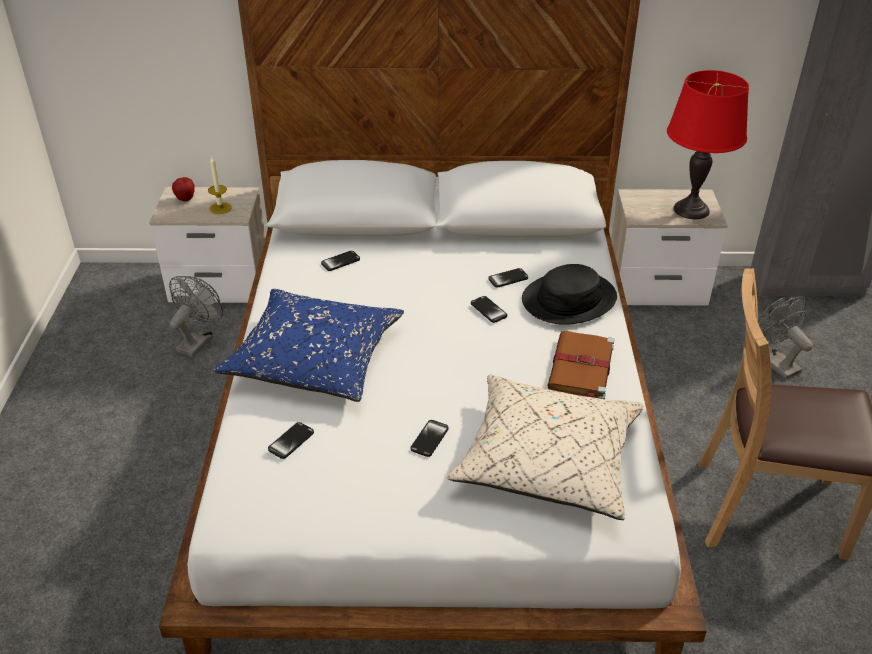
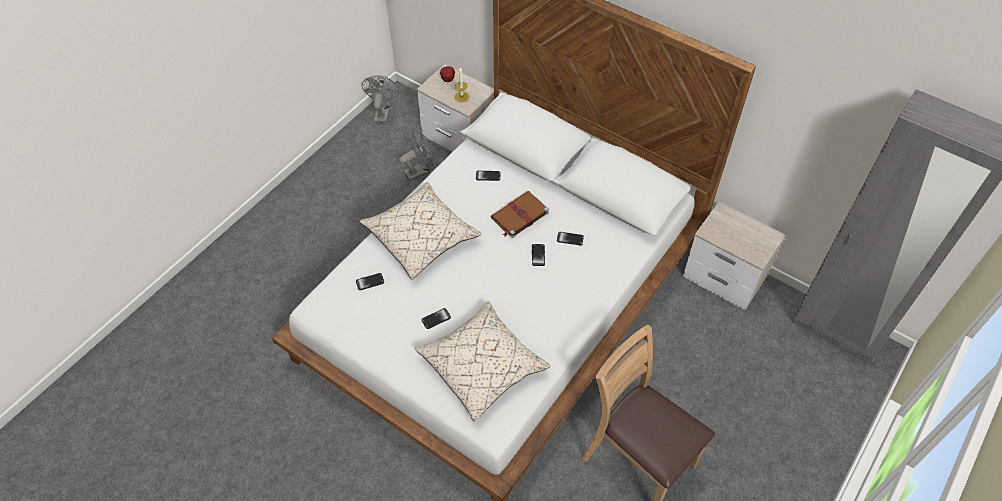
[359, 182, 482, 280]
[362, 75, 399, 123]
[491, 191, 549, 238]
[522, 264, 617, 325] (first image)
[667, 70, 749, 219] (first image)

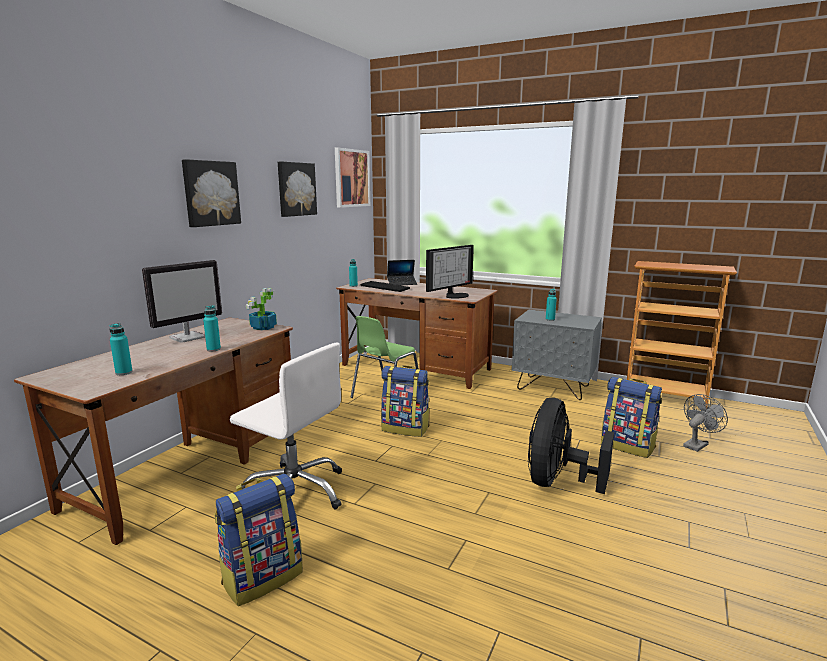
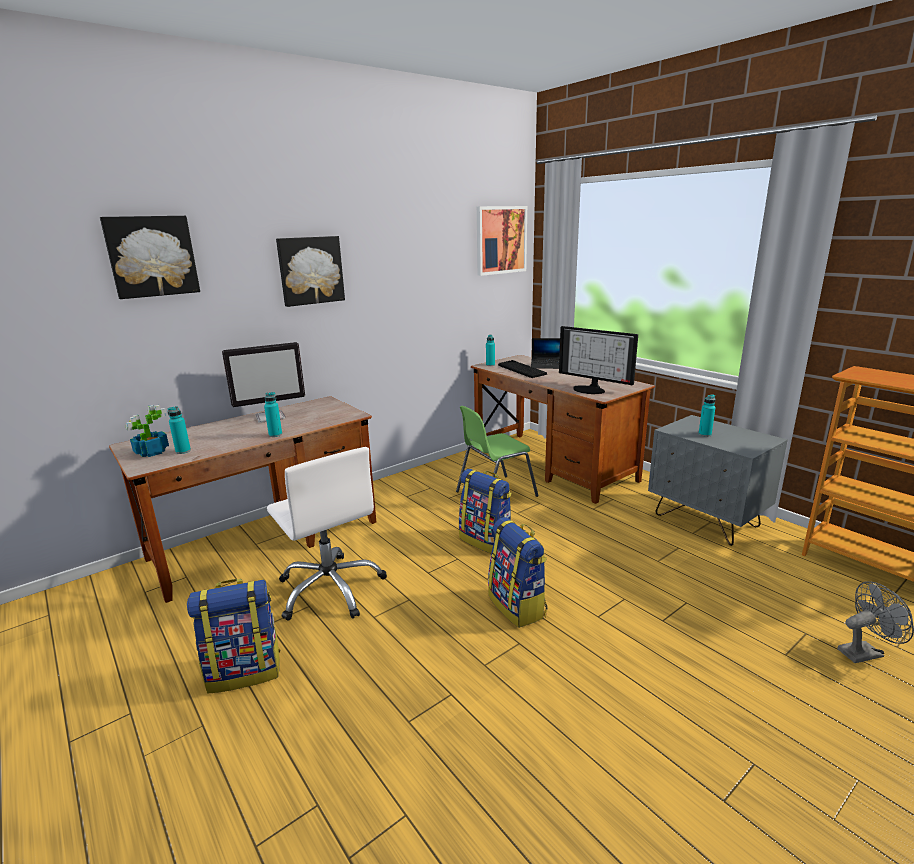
[100, 216, 200, 299]
[126, 405, 169, 457]
[488, 517, 548, 628]
[559, 326, 638, 394]
[528, 398, 614, 494] (first image)

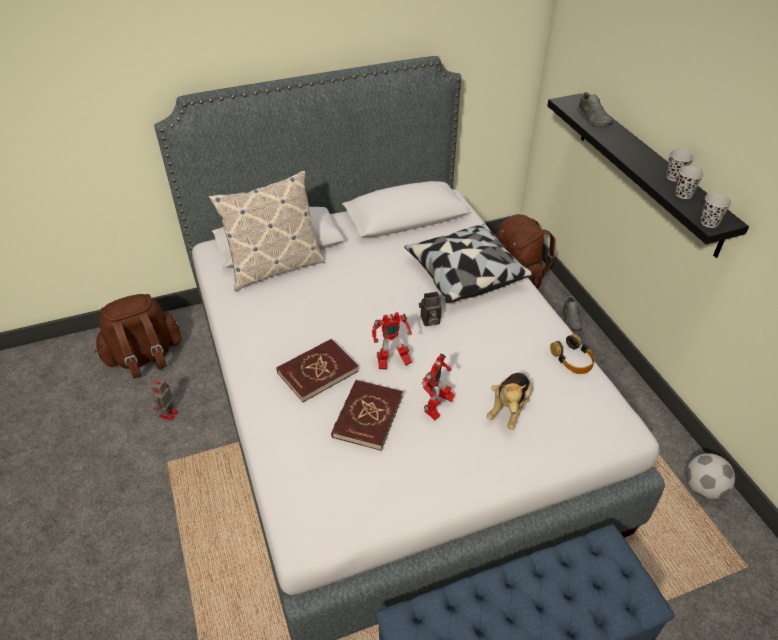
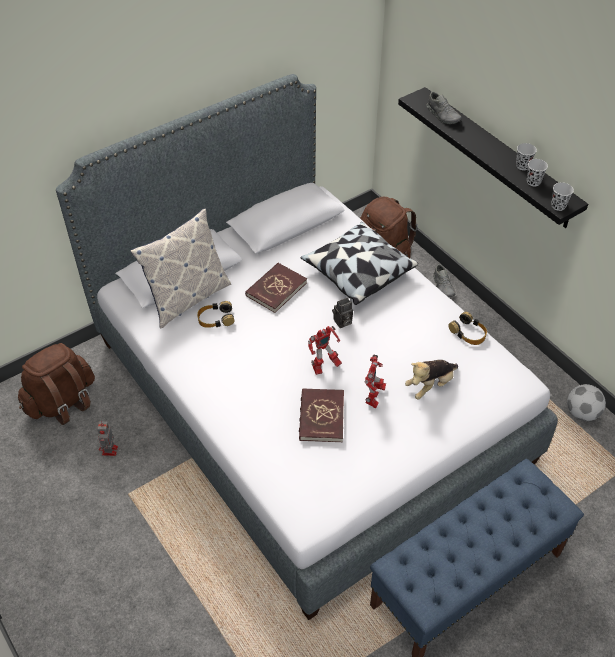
[197, 301, 234, 328]
[245, 263, 307, 313]
[405, 360, 458, 400]

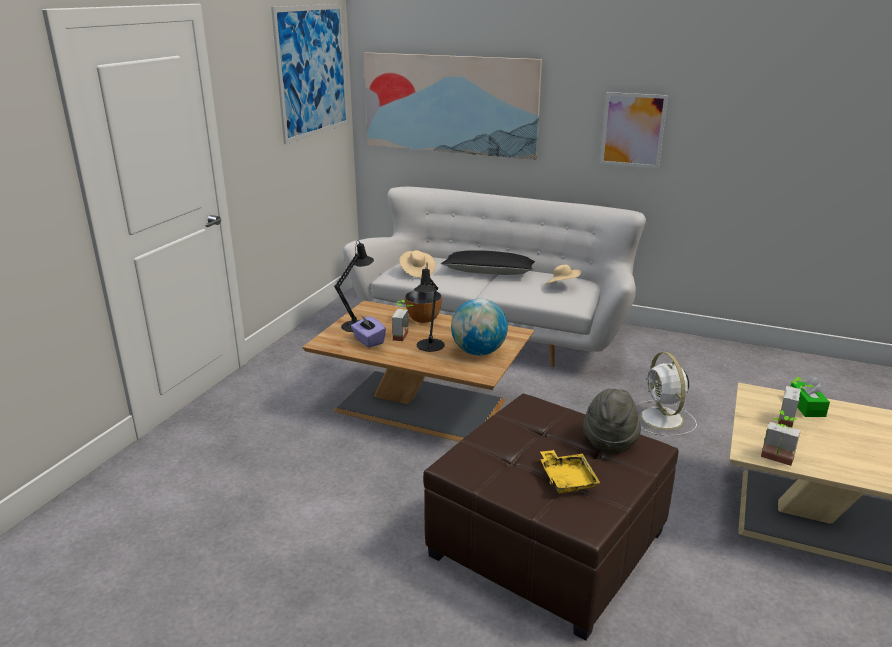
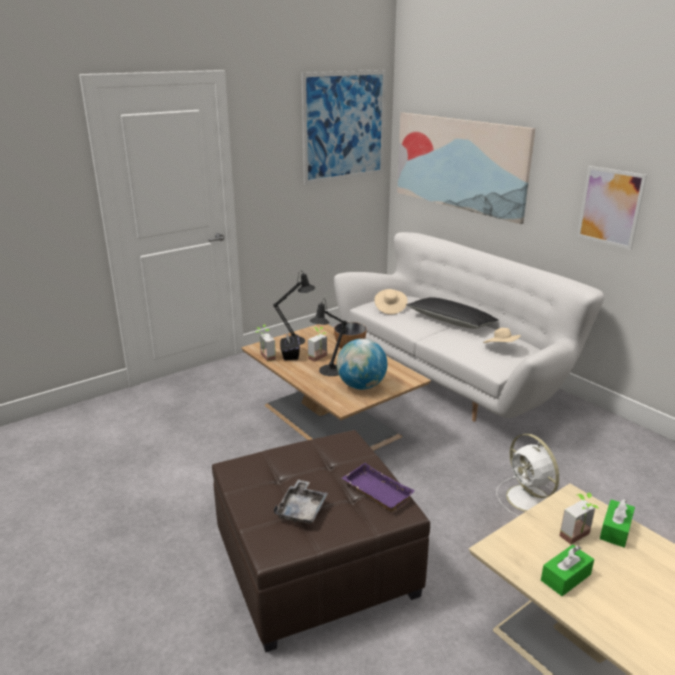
[256, 324, 276, 362]
[274, 479, 328, 524]
[280, 333, 300, 360]
[342, 463, 415, 511]
[496, 434, 559, 516]
[541, 545, 594, 596]

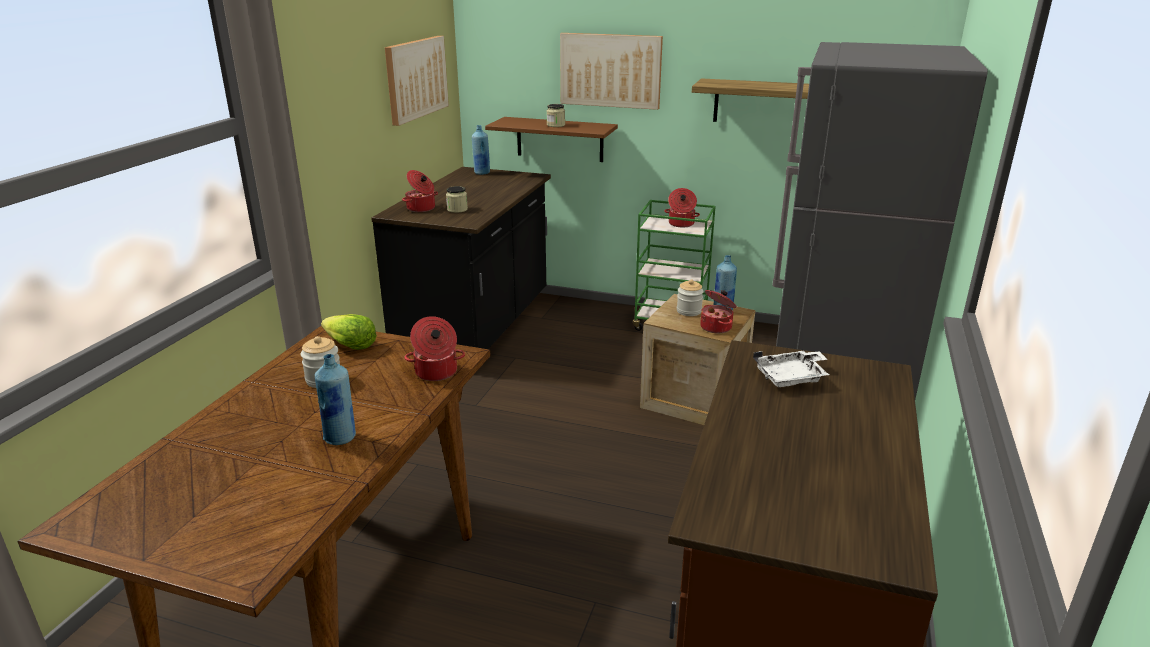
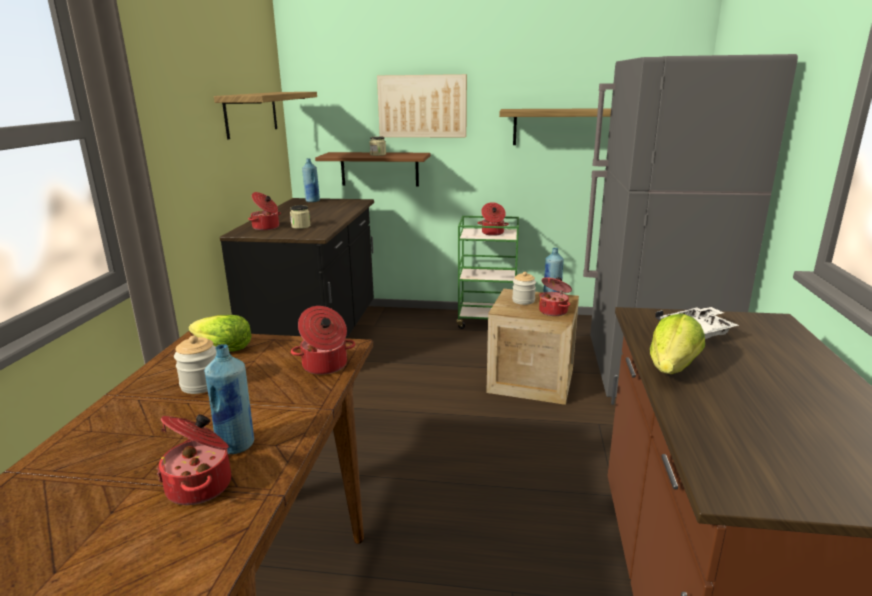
[156, 414, 231, 505]
[214, 92, 317, 140]
[650, 313, 705, 374]

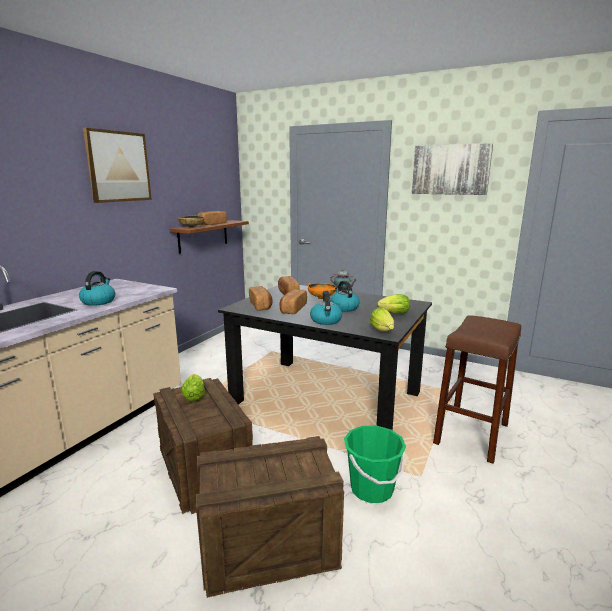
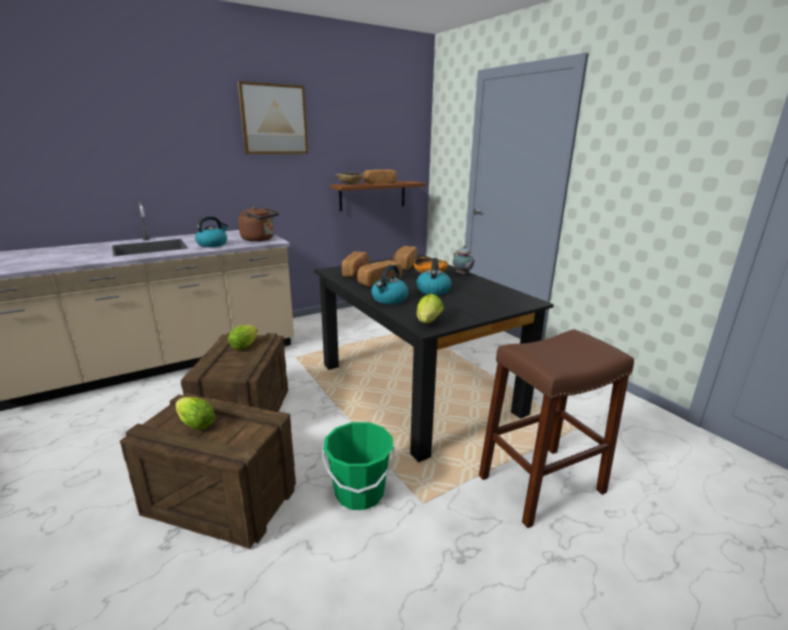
[175, 397, 216, 430]
[238, 207, 279, 242]
[412, 143, 493, 195] (first image)

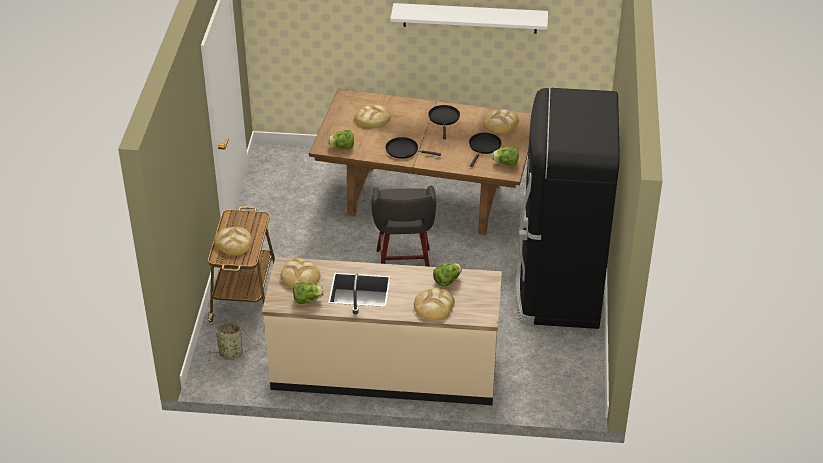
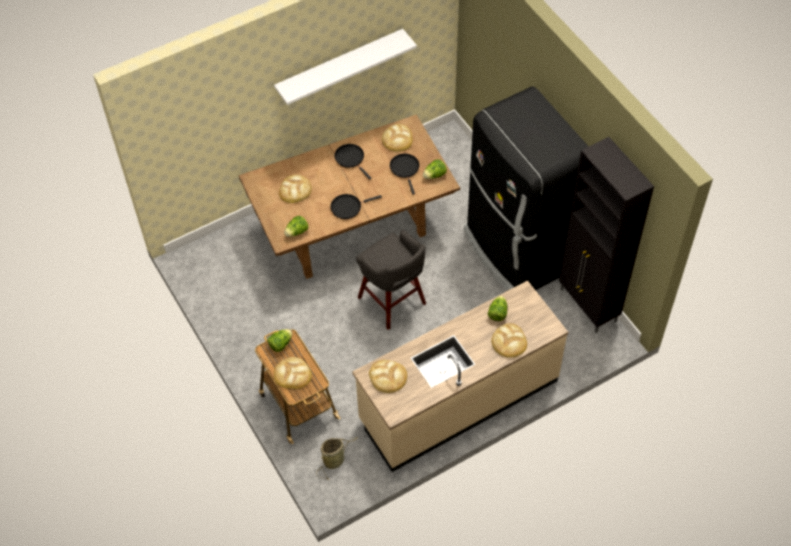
[267, 329, 293, 352]
[559, 137, 654, 333]

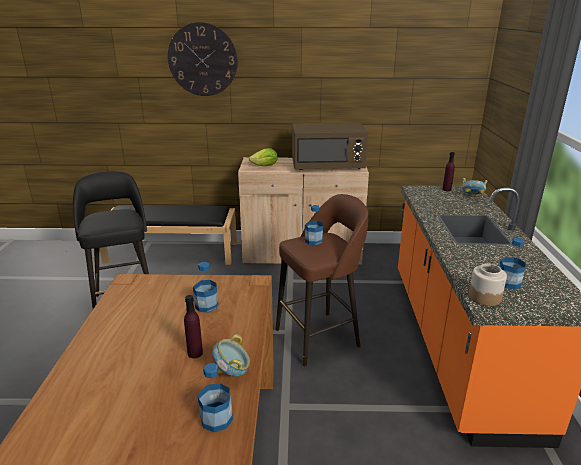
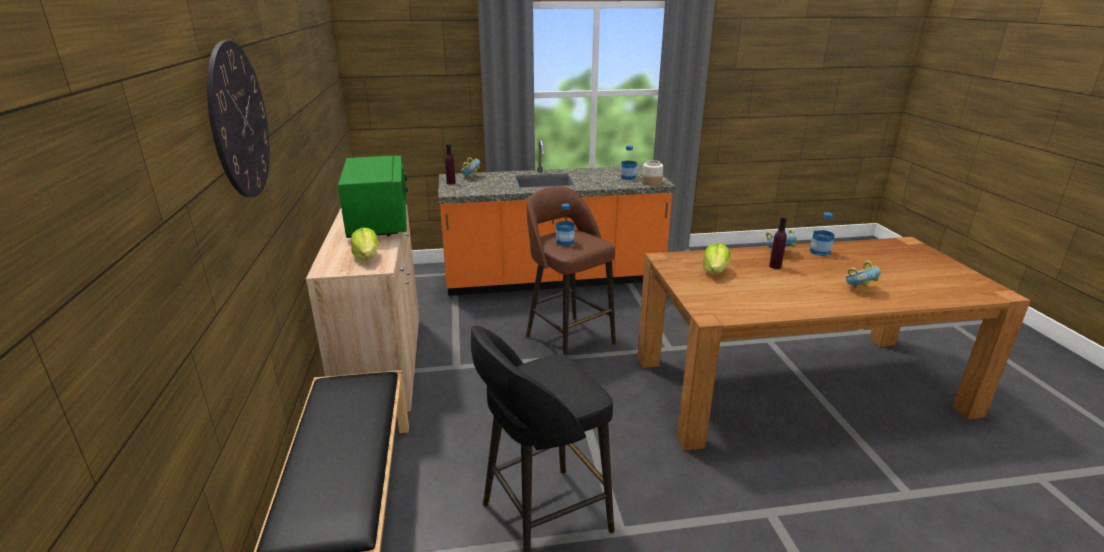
[338, 156, 408, 238]
[703, 243, 730, 274]
[846, 261, 881, 288]

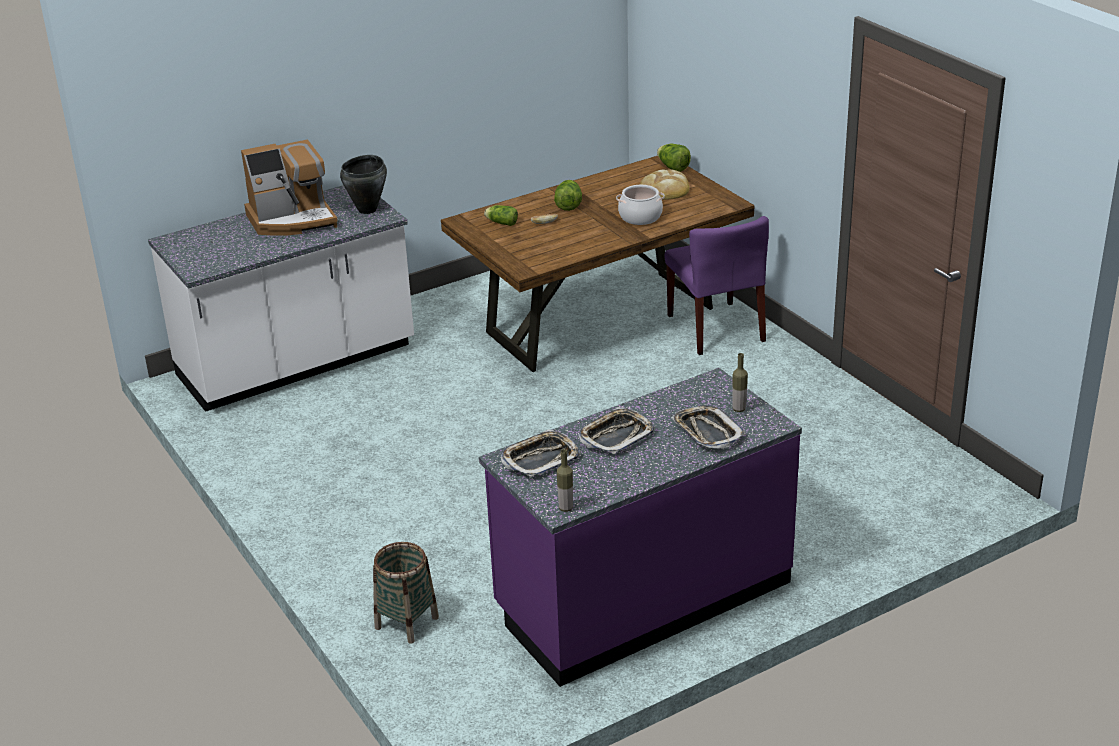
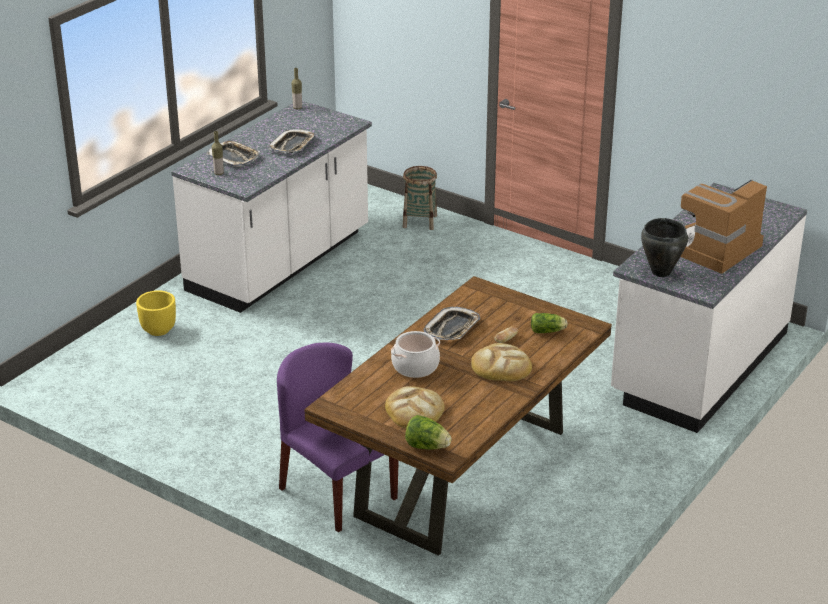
[136, 290, 176, 336]
[171, 101, 372, 313]
[424, 307, 480, 340]
[471, 343, 532, 381]

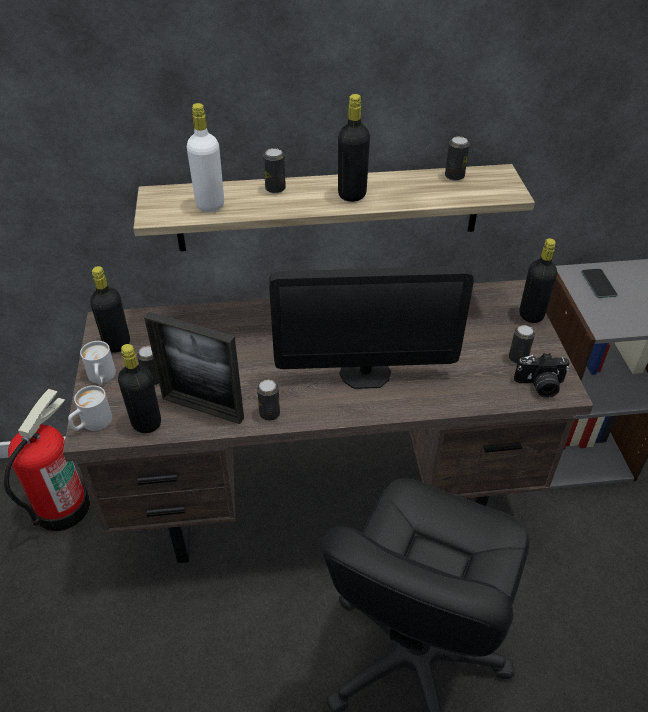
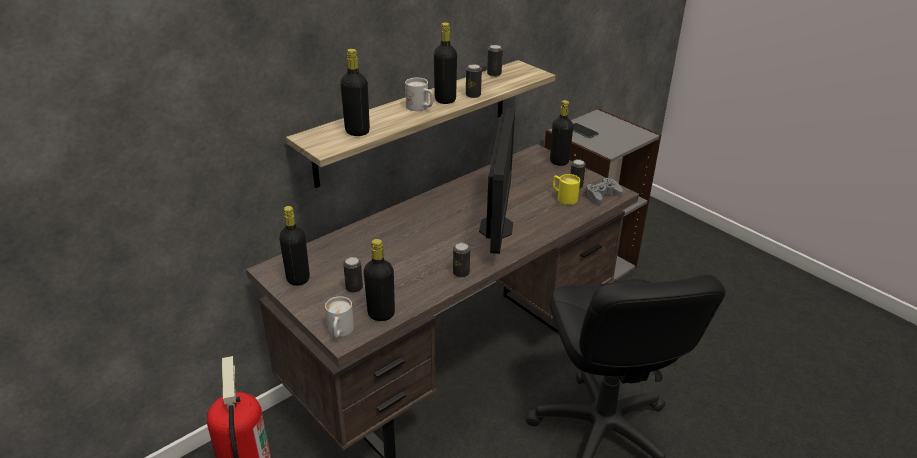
[340, 49, 370, 136]
[405, 78, 433, 111]
[466, 64, 482, 98]
[479, 108, 515, 254]
[553, 174, 580, 205]
[585, 178, 623, 205]
[144, 312, 244, 424] (first image)

